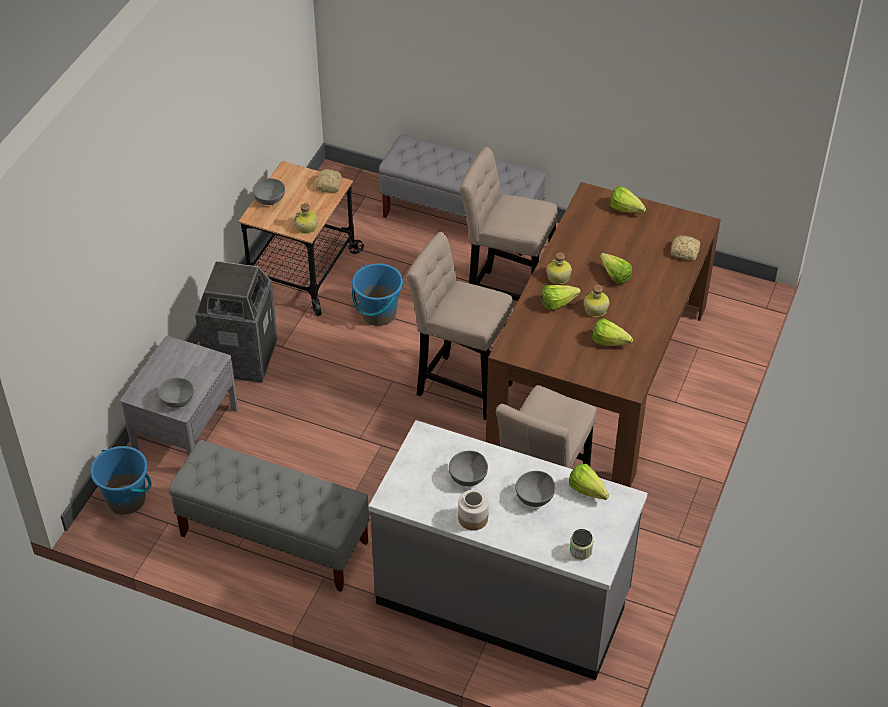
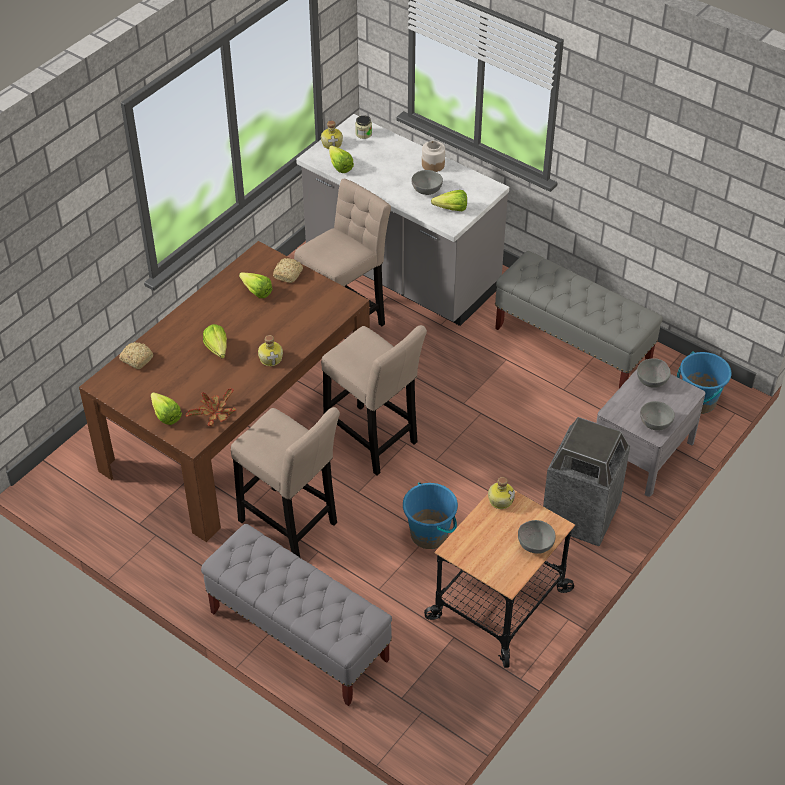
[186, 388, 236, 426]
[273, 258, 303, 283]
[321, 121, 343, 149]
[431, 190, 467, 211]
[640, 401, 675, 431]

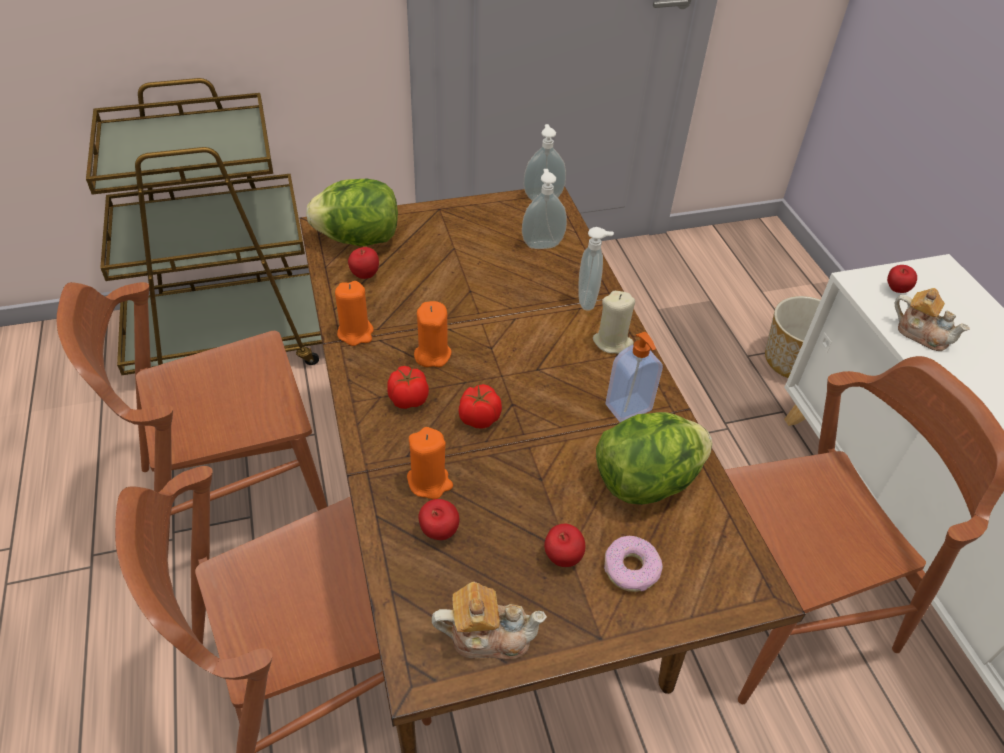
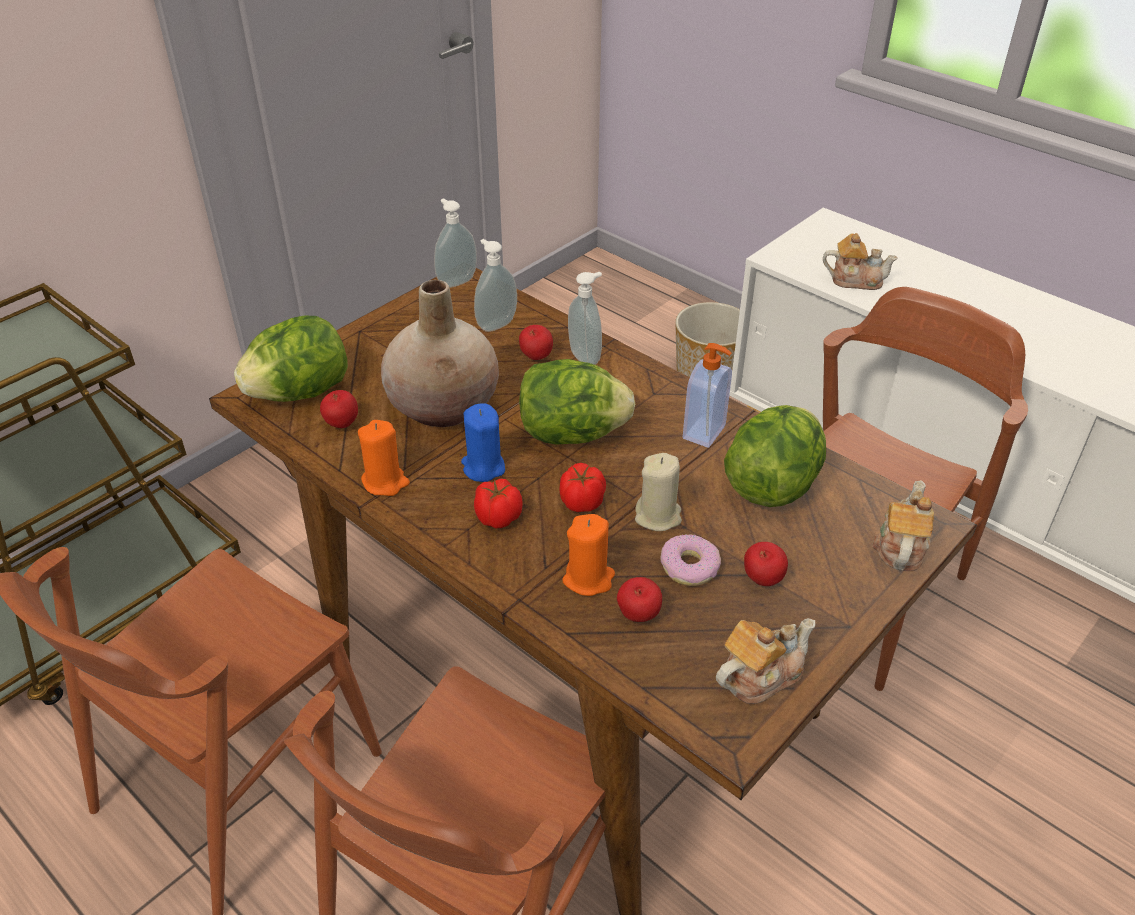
[381, 280, 499, 427]
[461, 403, 505, 482]
[519, 325, 553, 360]
[519, 359, 635, 444]
[635, 453, 682, 531]
[660, 534, 721, 586]
[872, 480, 934, 571]

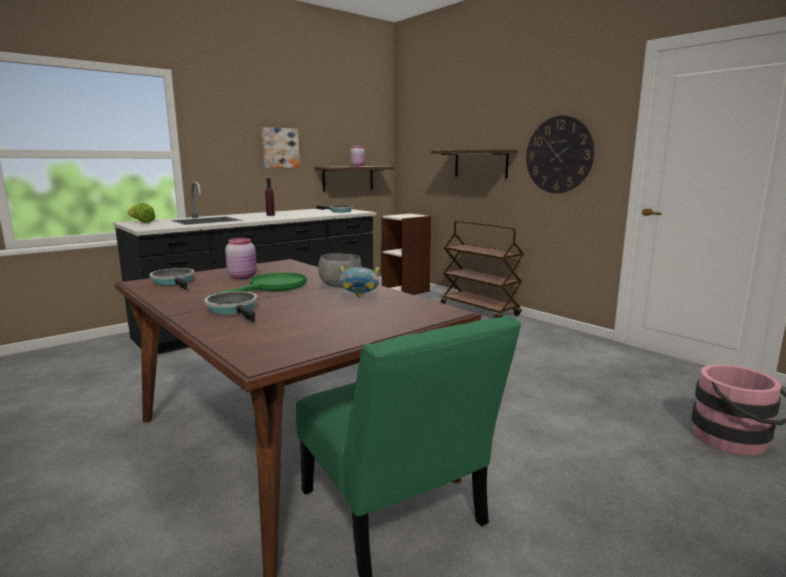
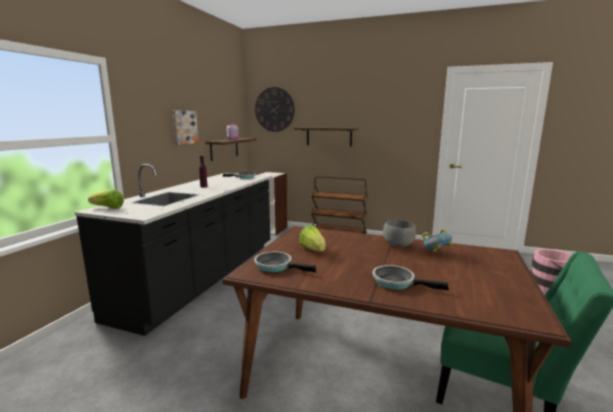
[255, 87, 295, 132]
[299, 226, 326, 252]
[212, 272, 307, 295] (first image)

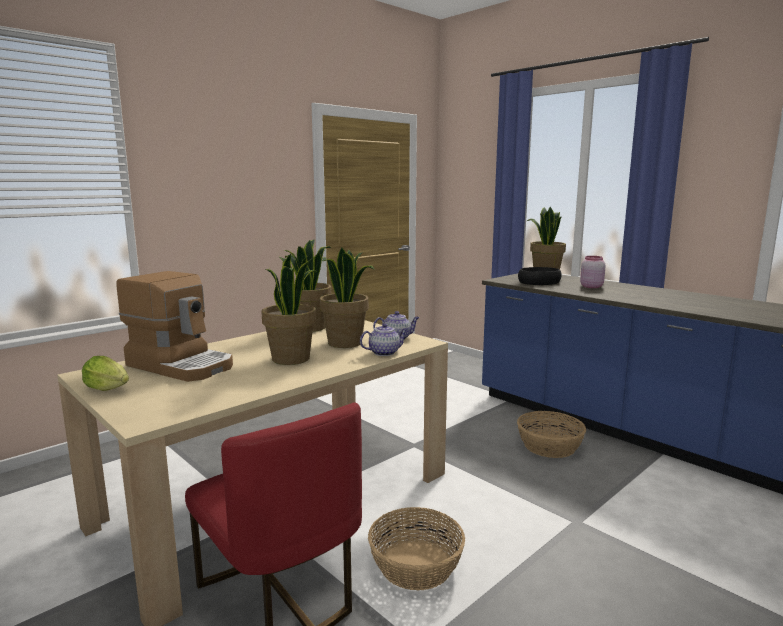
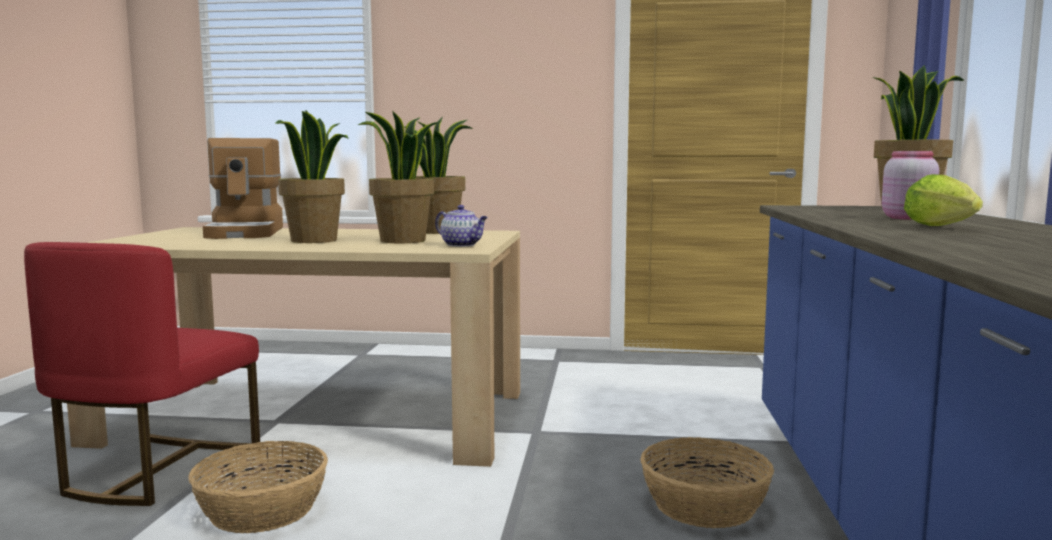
[904, 174, 983, 226]
[360, 323, 408, 356] (first image)
[518, 267, 562, 285] (first image)

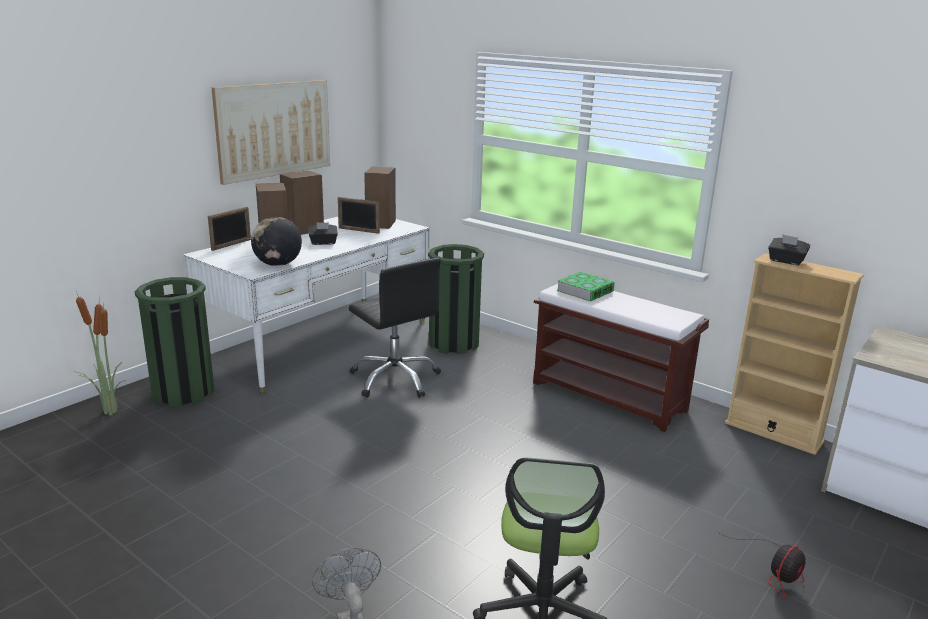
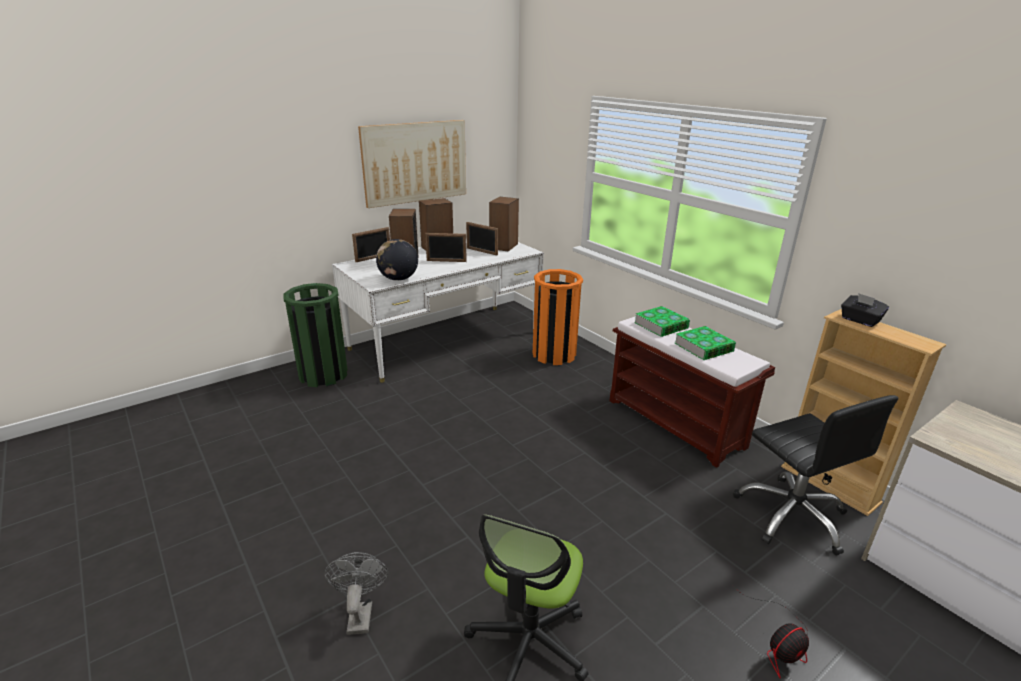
[425, 233, 467, 262]
[533, 269, 583, 365]
[675, 326, 736, 360]
[733, 395, 898, 555]
[74, 291, 126, 415] (first image)

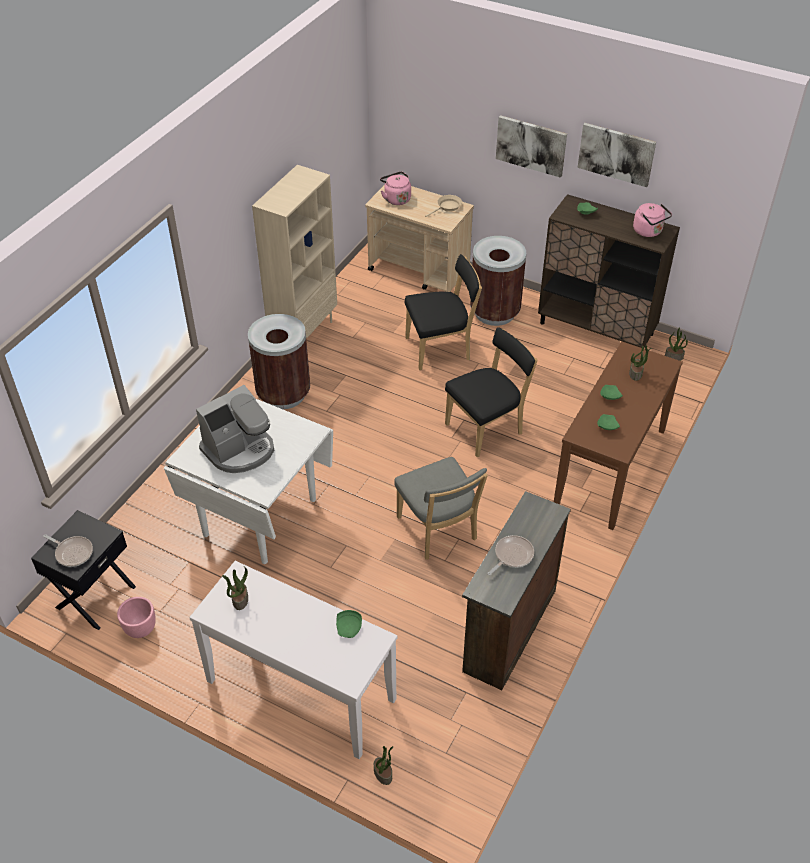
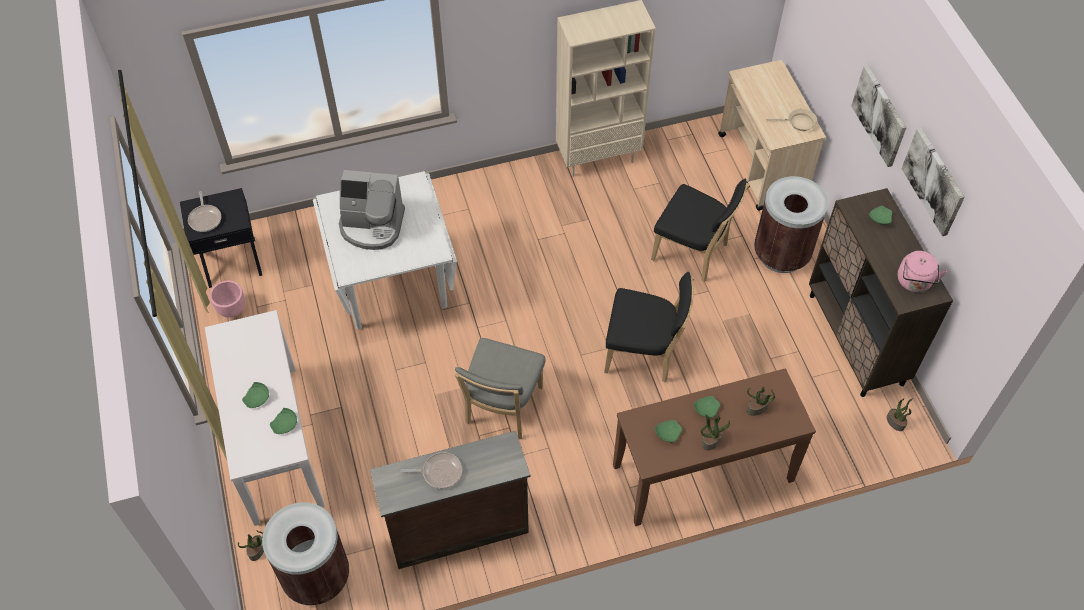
[242, 382, 269, 408]
[262, 502, 349, 606]
[700, 414, 730, 450]
[380, 171, 411, 205] (first image)

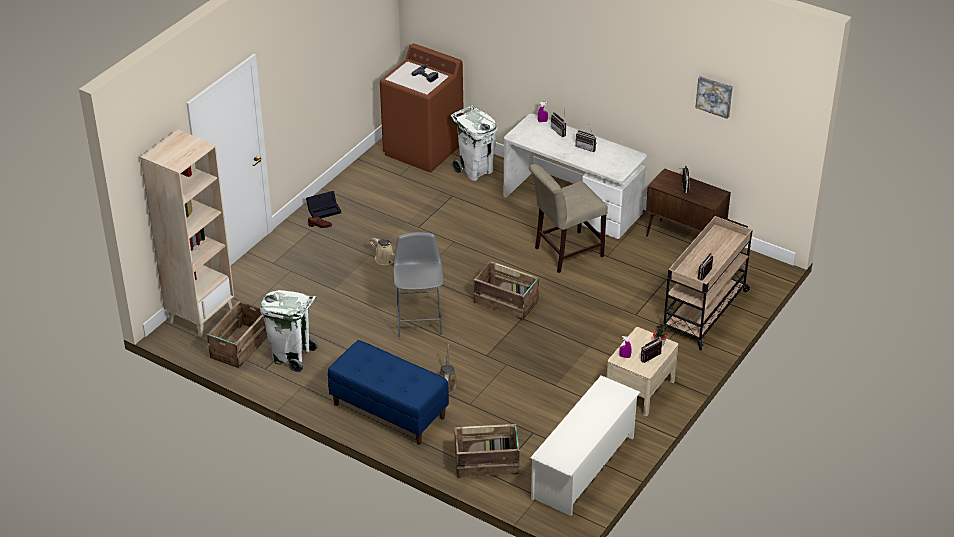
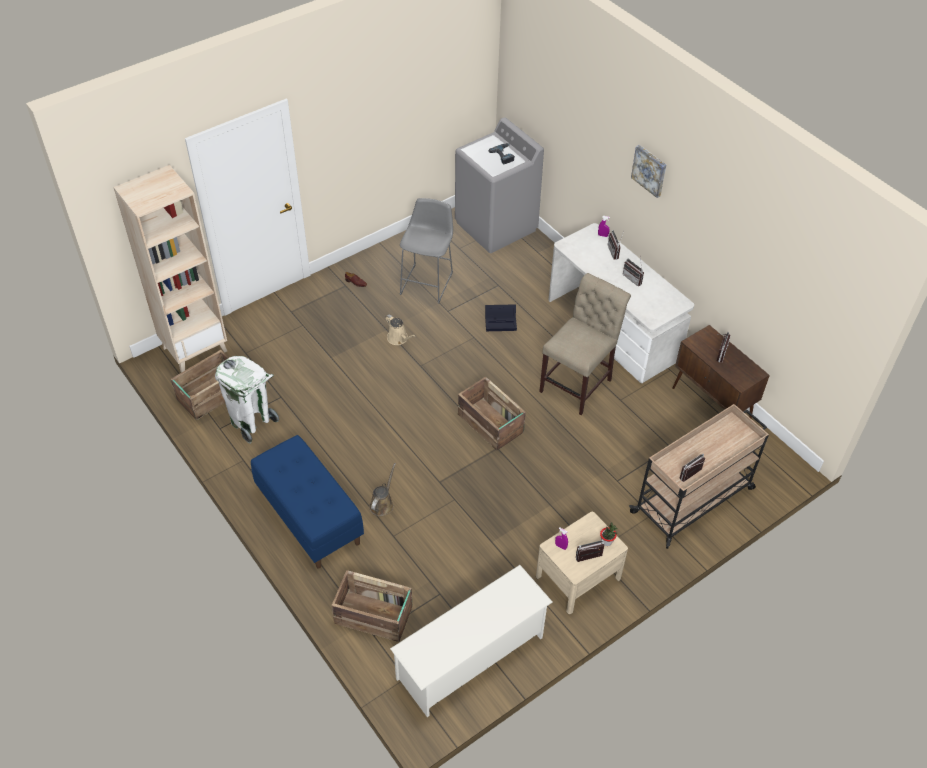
[400, 198, 453, 303]
[455, 117, 544, 253]
[485, 304, 517, 331]
[539, 273, 631, 415]
[631, 145, 666, 198]
[450, 105, 498, 181] (first image)

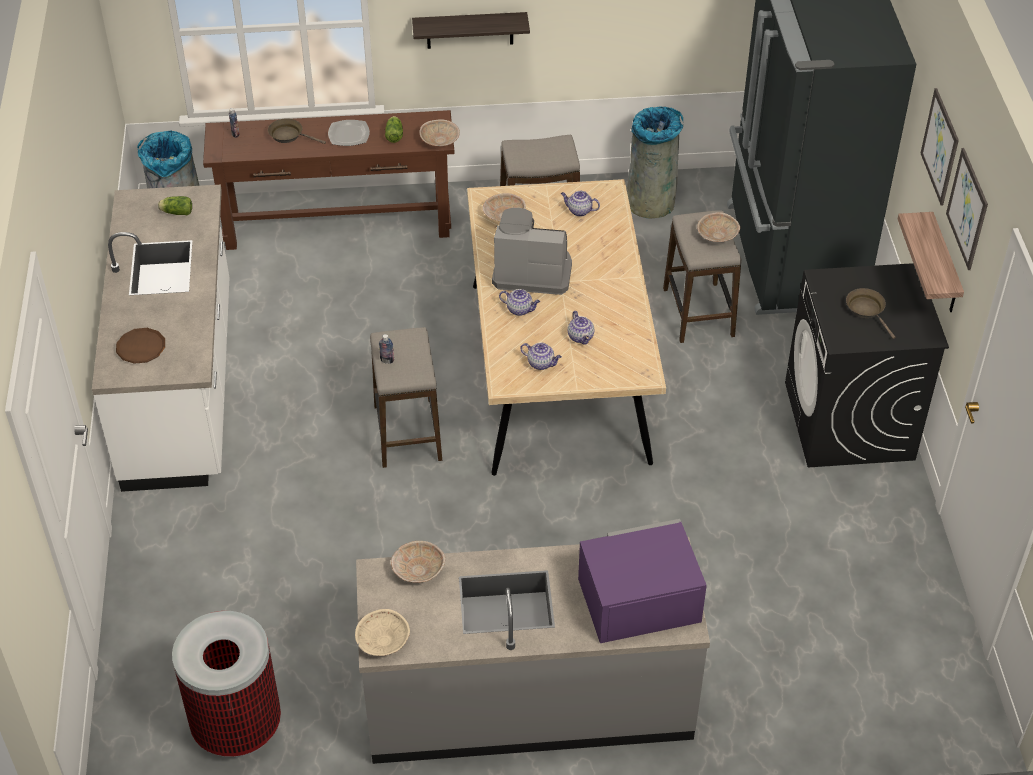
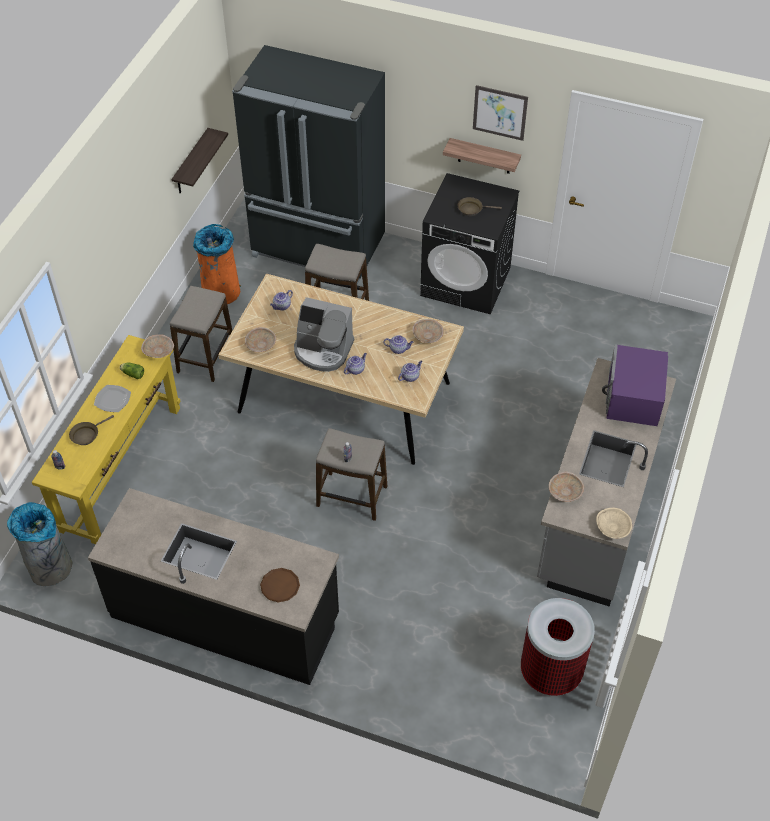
[32, 335, 181, 544]
[88, 488, 339, 685]
[172, 128, 228, 193]
[193, 224, 241, 304]
[294, 297, 354, 372]
[413, 319, 444, 343]
[158, 196, 192, 215] (first image)
[920, 88, 959, 206] (first image)

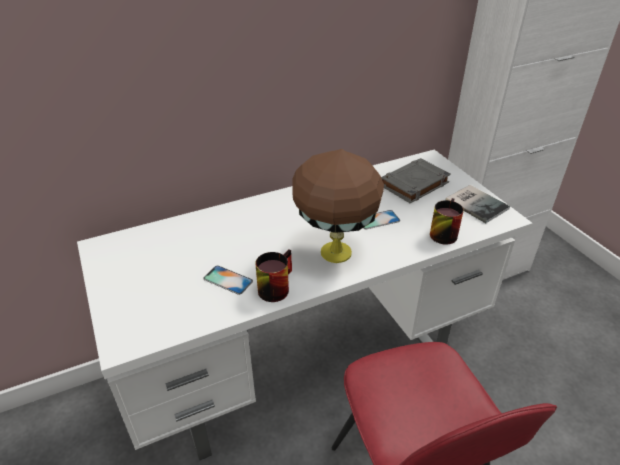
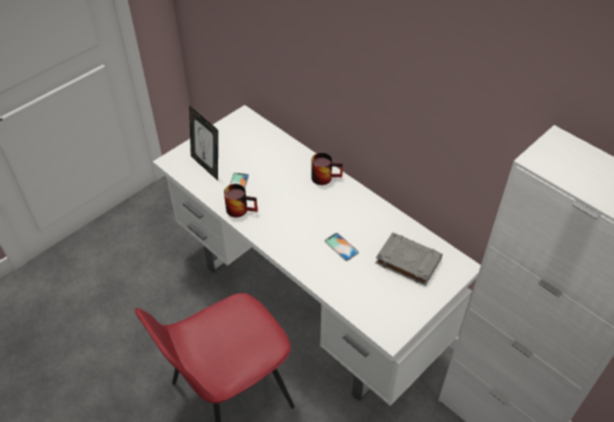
[189, 106, 218, 180]
[311, 153, 343, 185]
[292, 149, 384, 263] (first image)
[446, 185, 510, 223] (first image)

